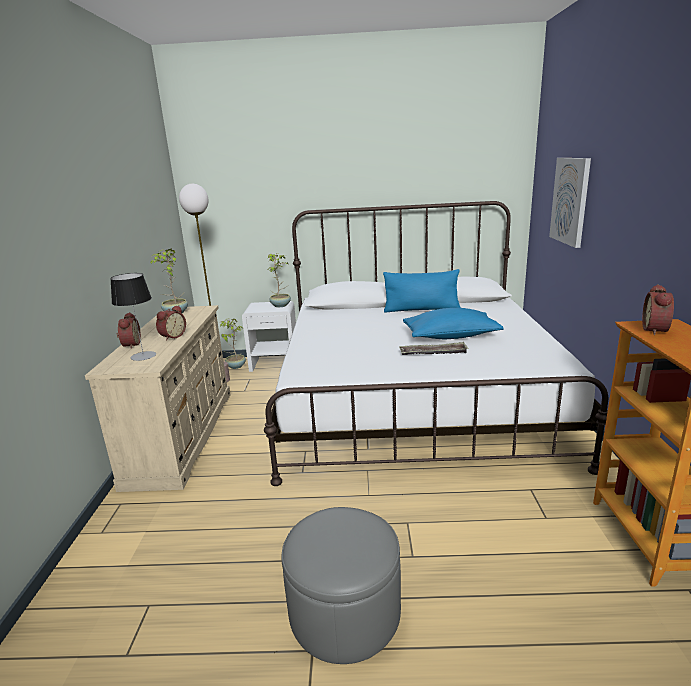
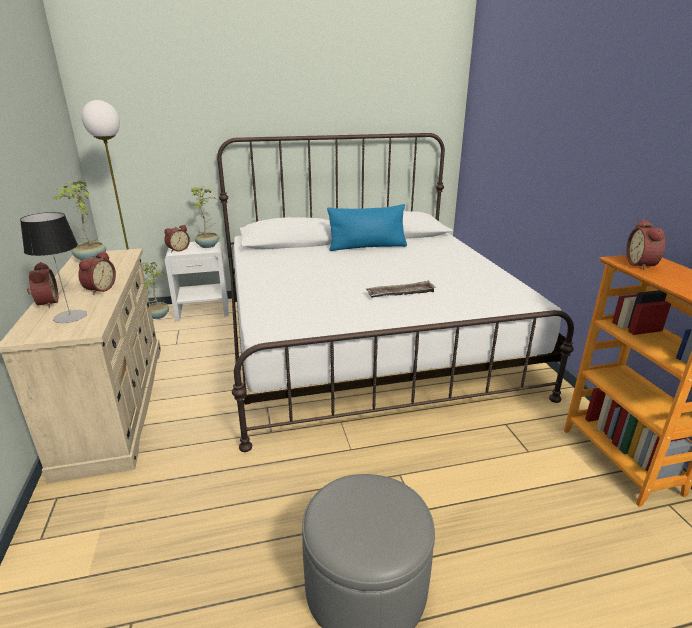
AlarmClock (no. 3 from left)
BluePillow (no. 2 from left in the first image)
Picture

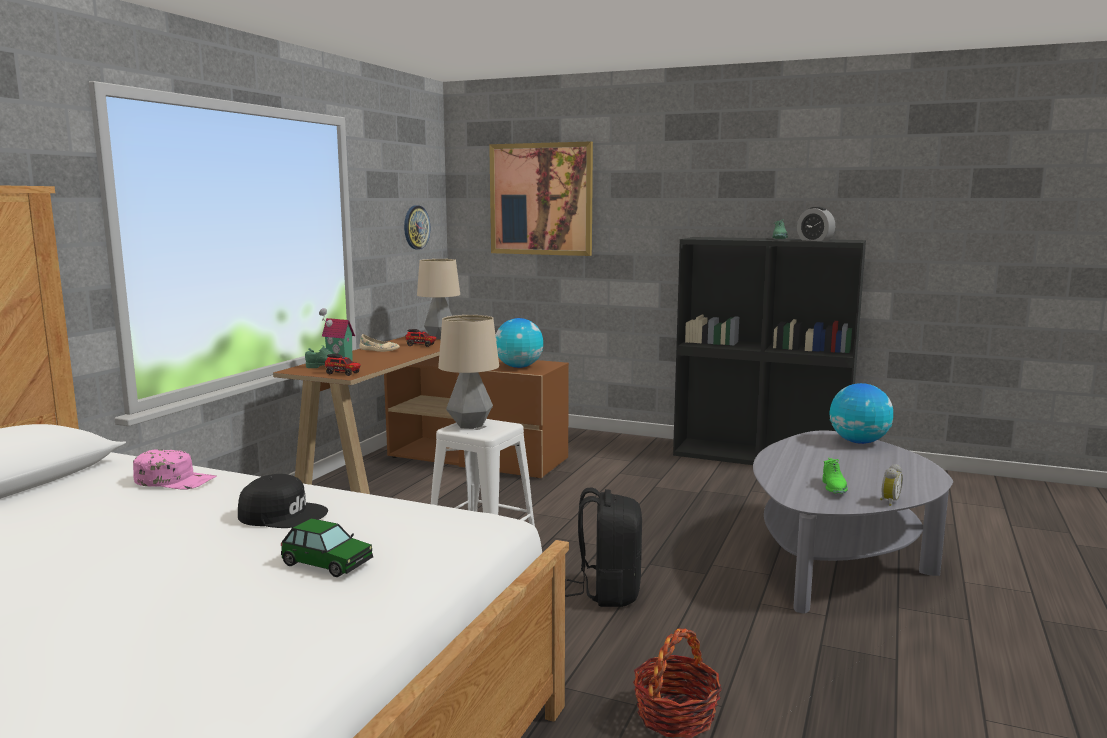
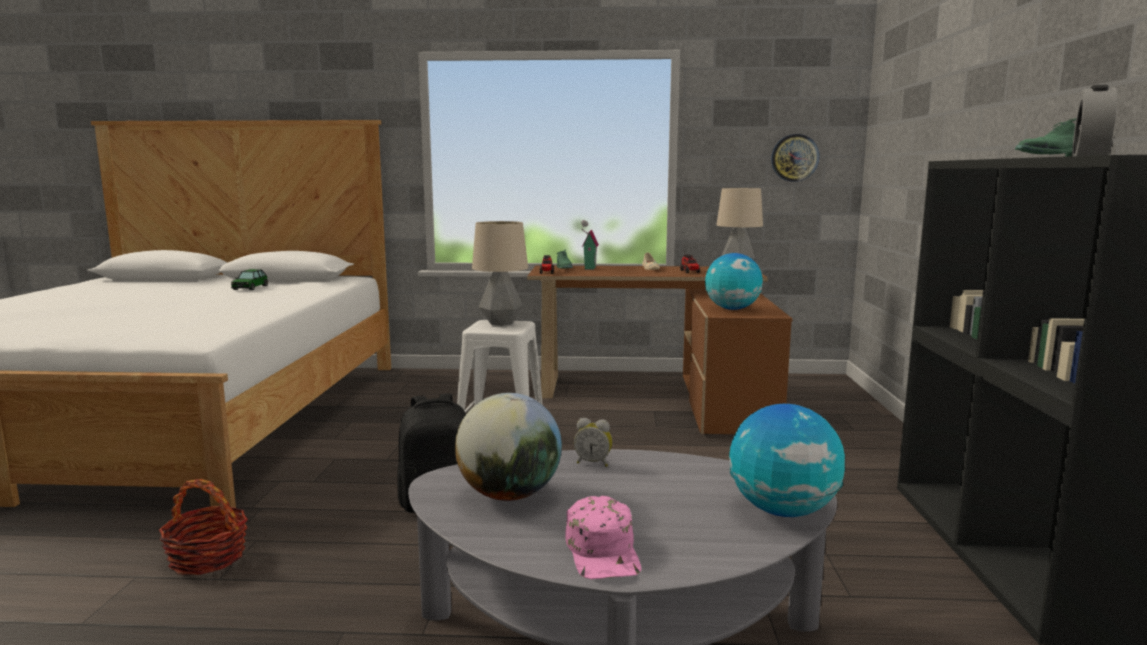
ToyCar
Globe (no. 1 from left)
PinkCap
AlarmClock (no. 1 from left)
BlackCap
Picture

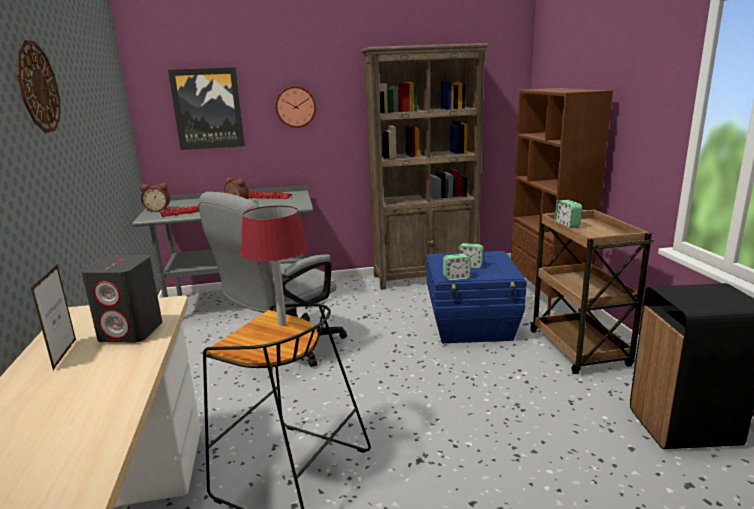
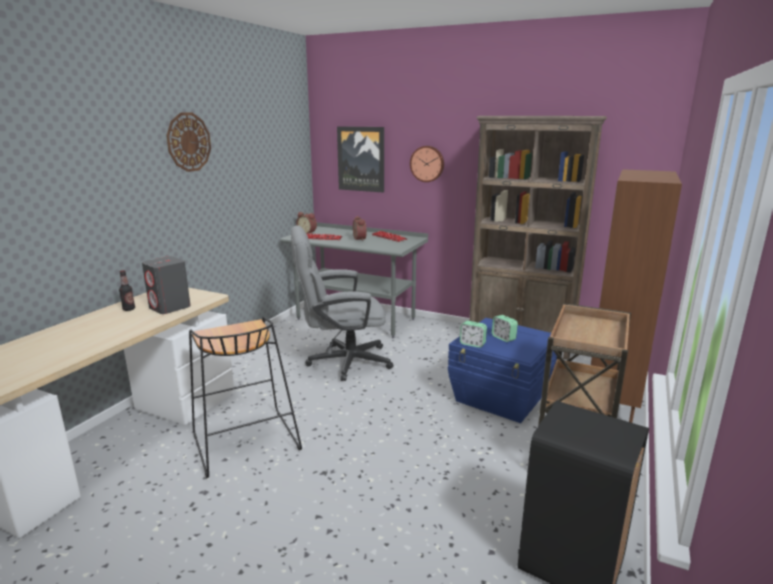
Bottle
RedTableLamp
AlarmClock (no. 5 from left in the first image)

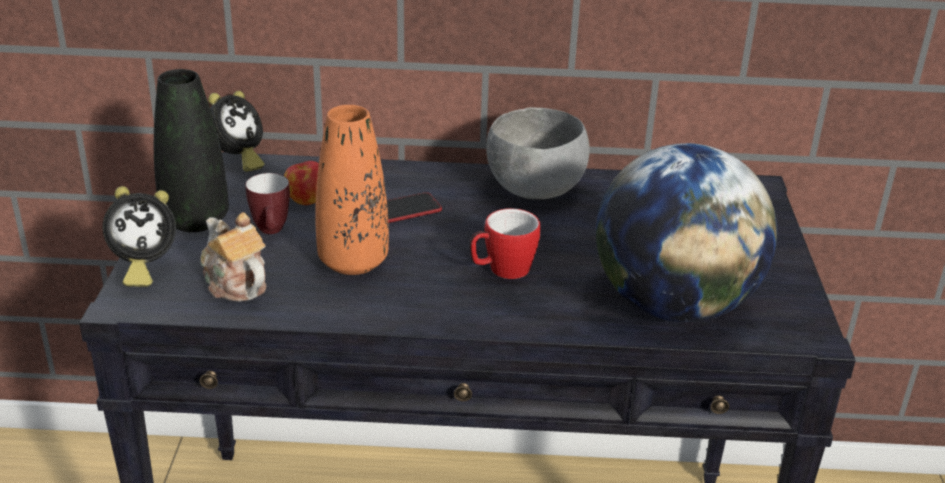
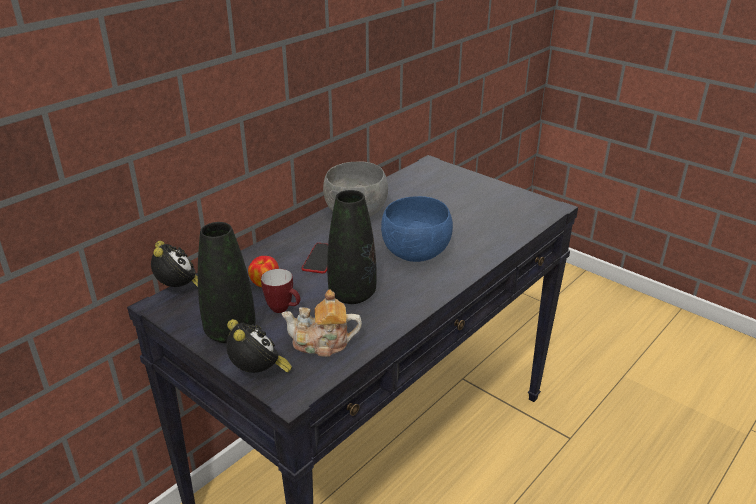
AlarmClock (no. 2 from left)
BlackVase (no. 2 from left)
BlueBowl
Globe

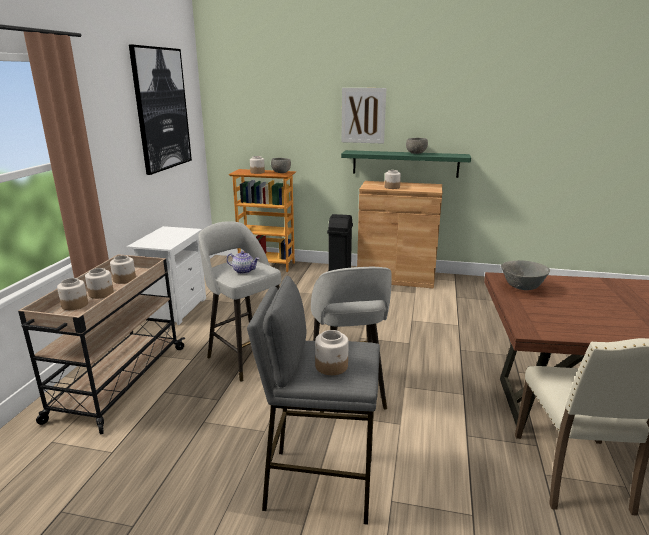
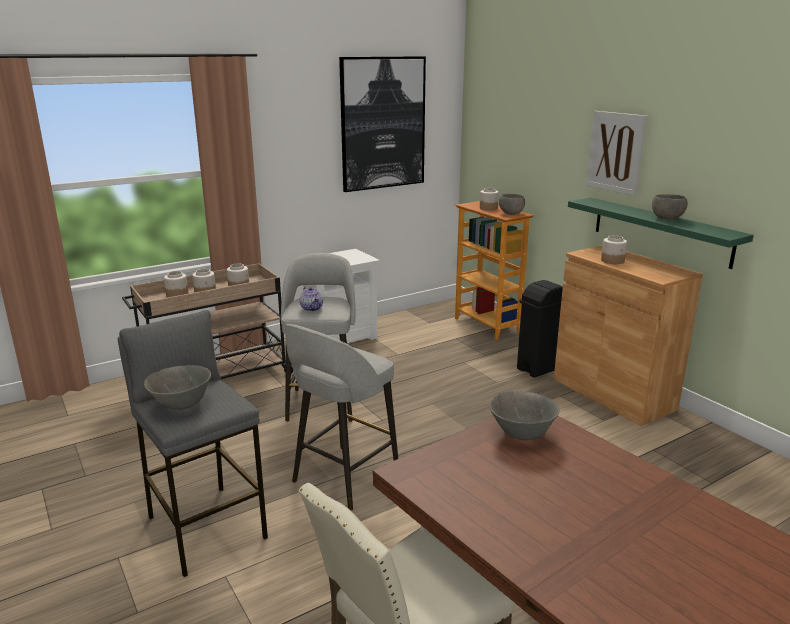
GreyBowl (no. 1 from left)

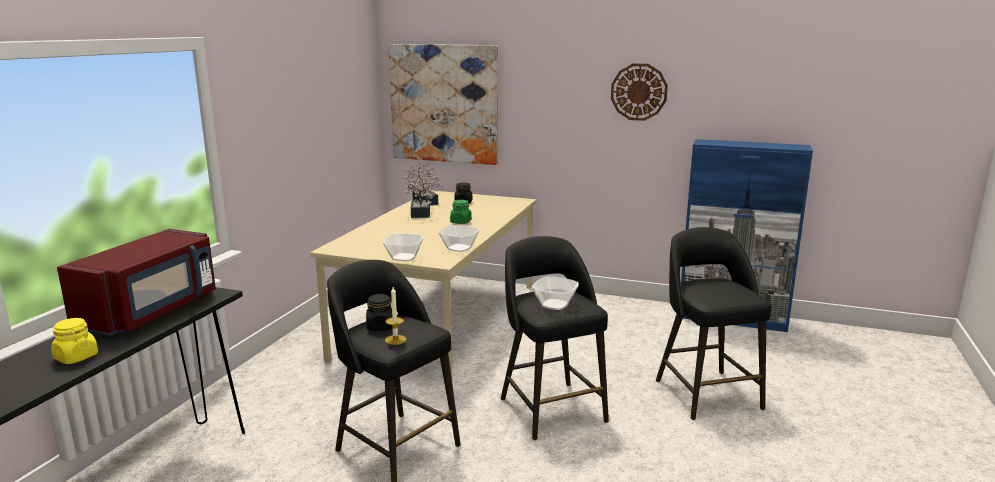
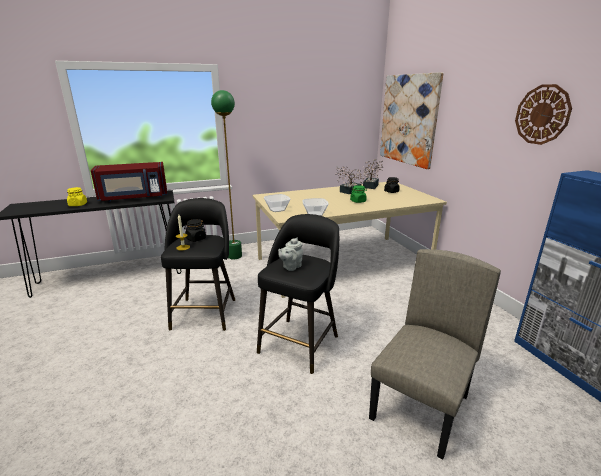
GreenFloorLamp
GreyTeapot
BeigeChair

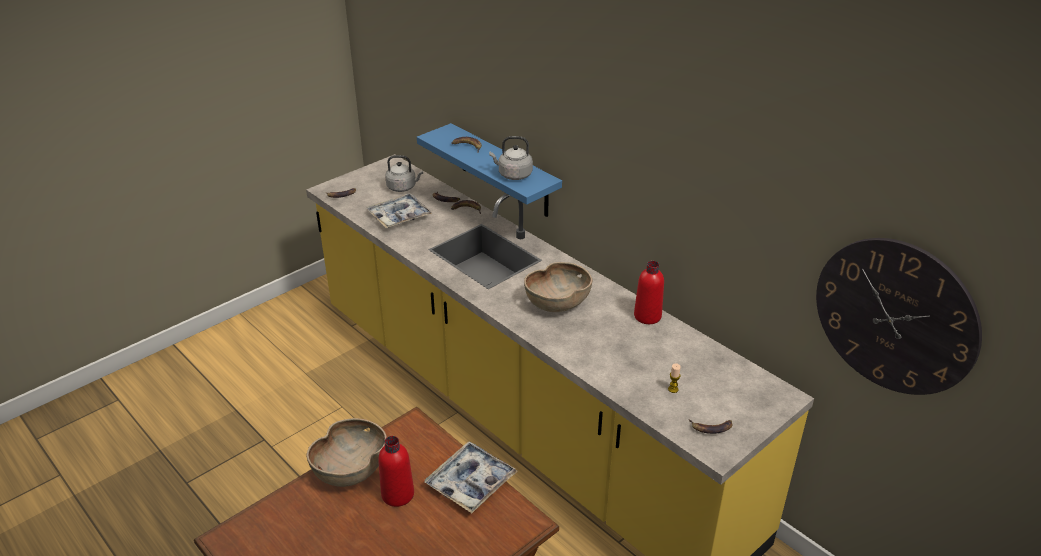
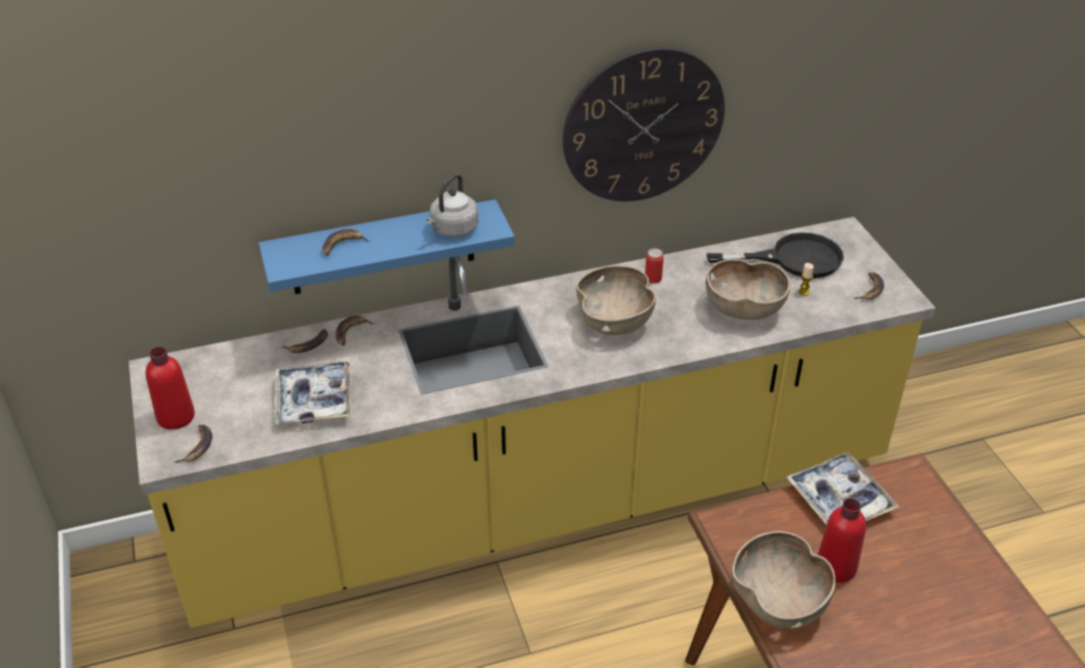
RedBottle (no. 1 from left)
WallClock
Can
BlackFryingPan
BrownBowl (no. 2 from left)
GreyKettle (no. 1 from left in the first image)

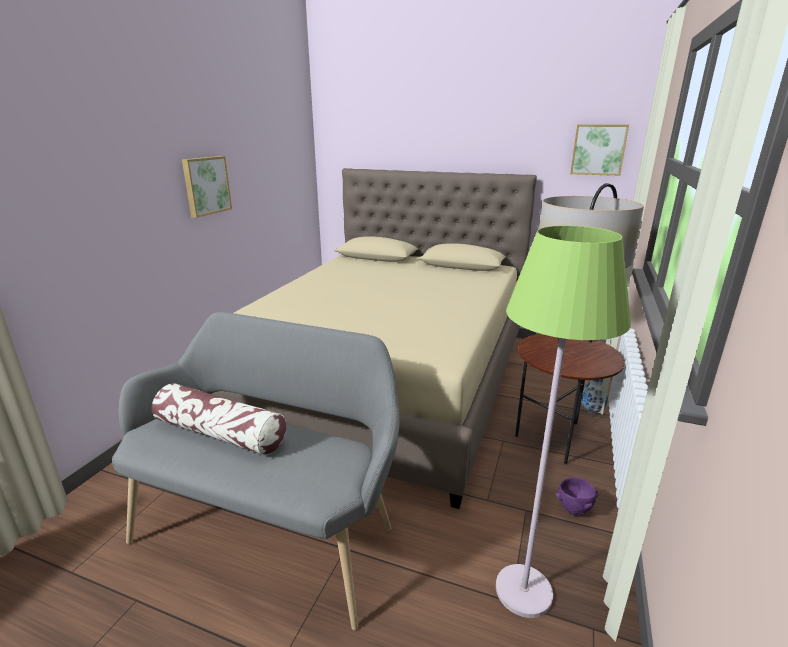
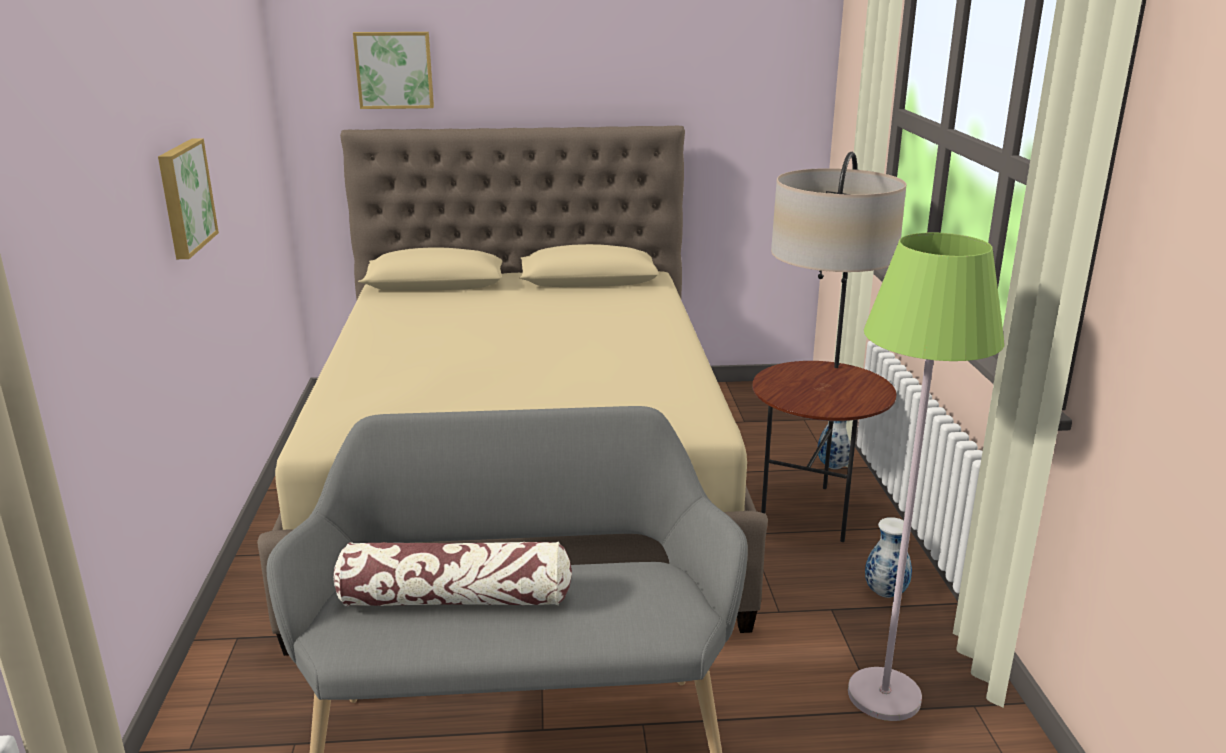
Picture (no. 2 from left)
Vase (no. 2 from left)

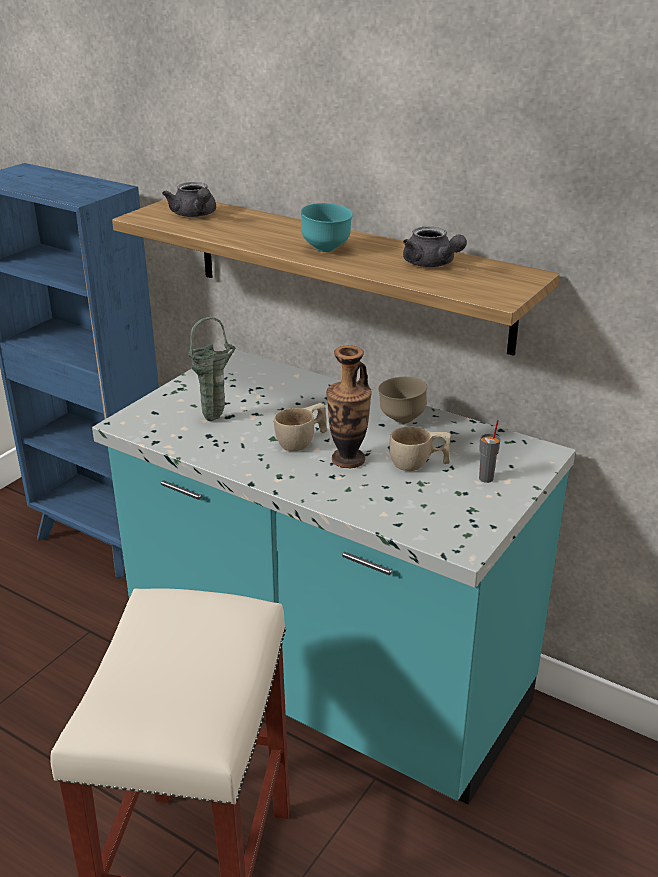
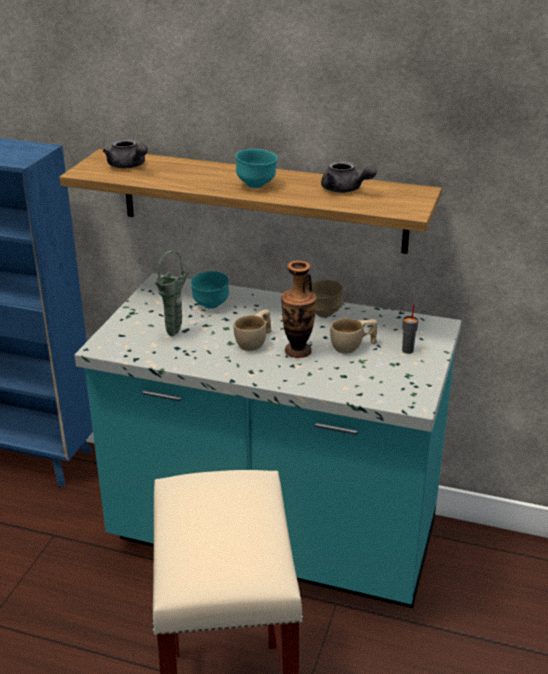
TurquoiseBowl (no. 1 from left)

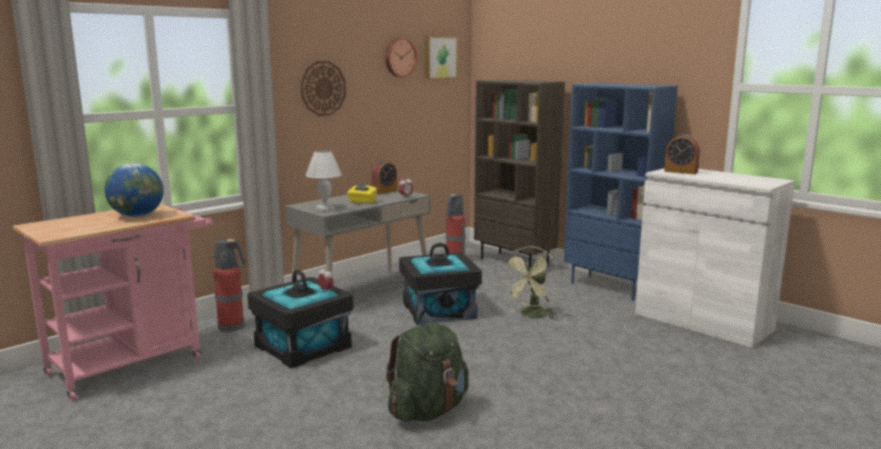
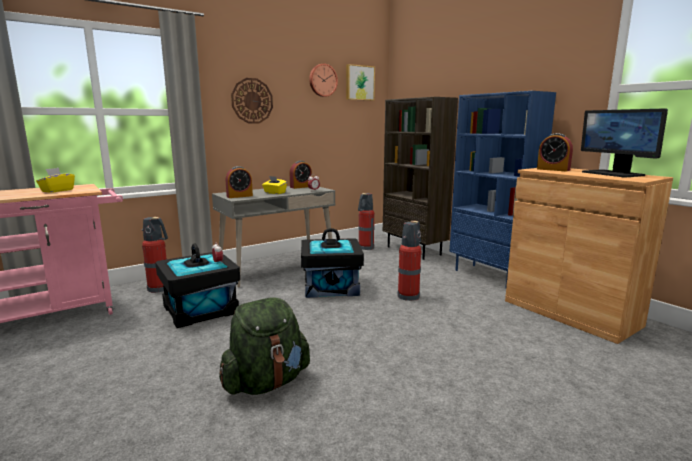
YellowTissueBox (no. 1 from left)
AlarmClock (no. 2 from left)
FireExtinguisher (no. 3 from left)
BrownCabinet
Monitor

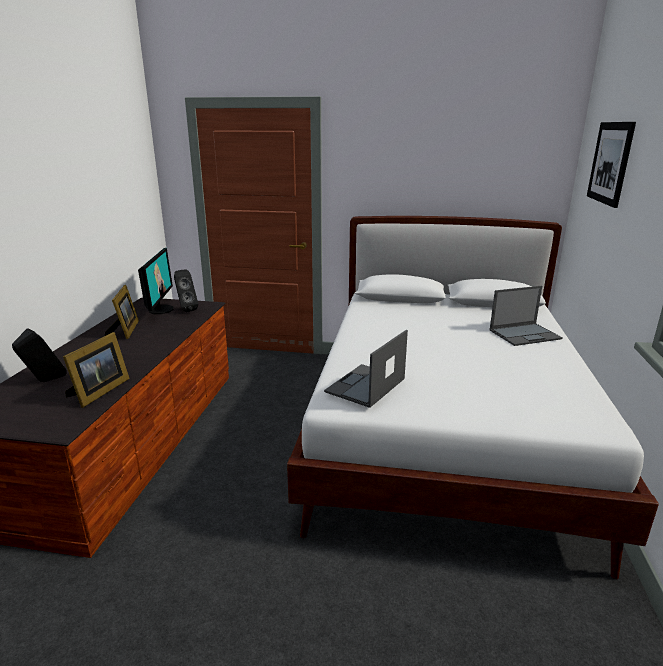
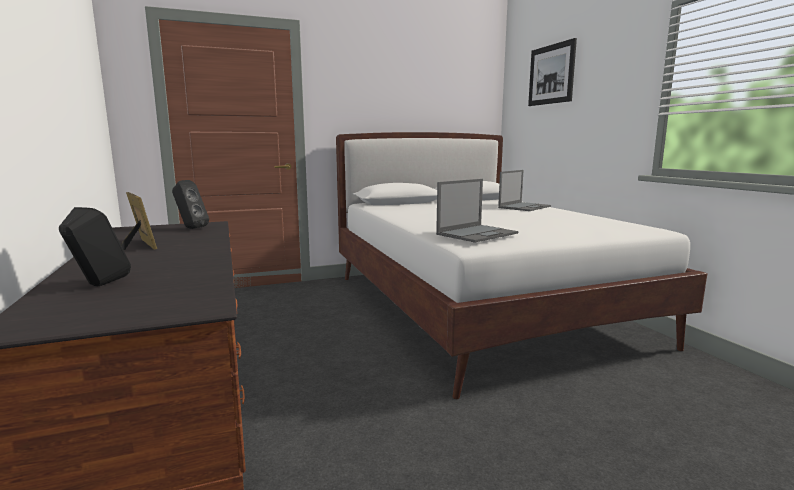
Laptop (no. 1 from left)
PictureFrame (no. 1 from left in the first image)
Monitor

